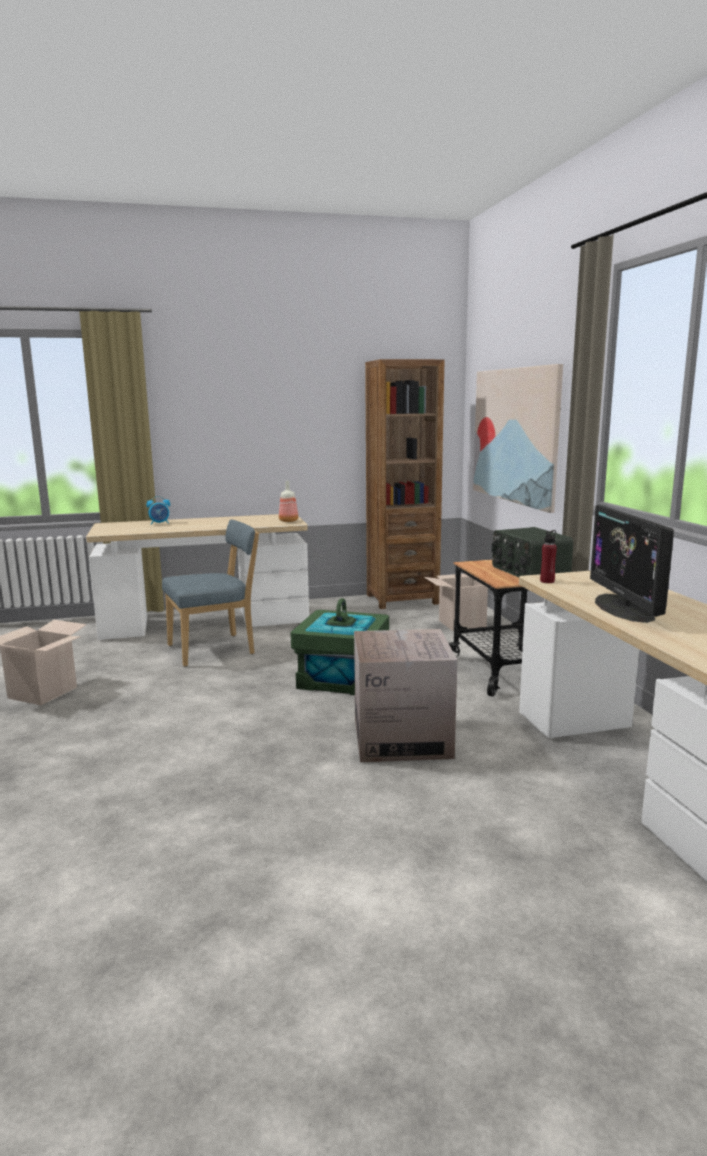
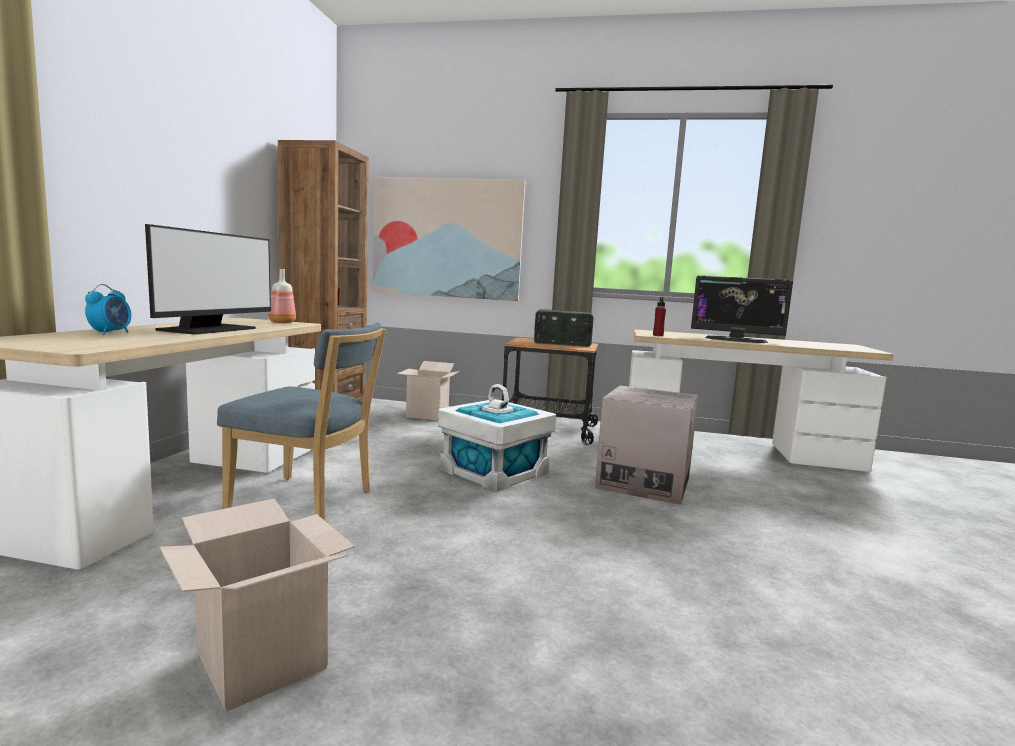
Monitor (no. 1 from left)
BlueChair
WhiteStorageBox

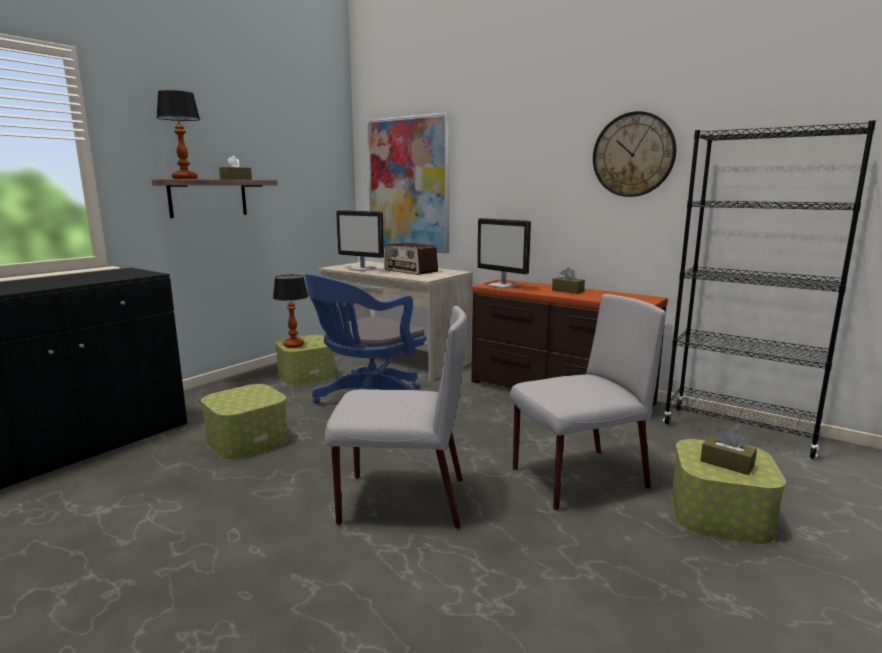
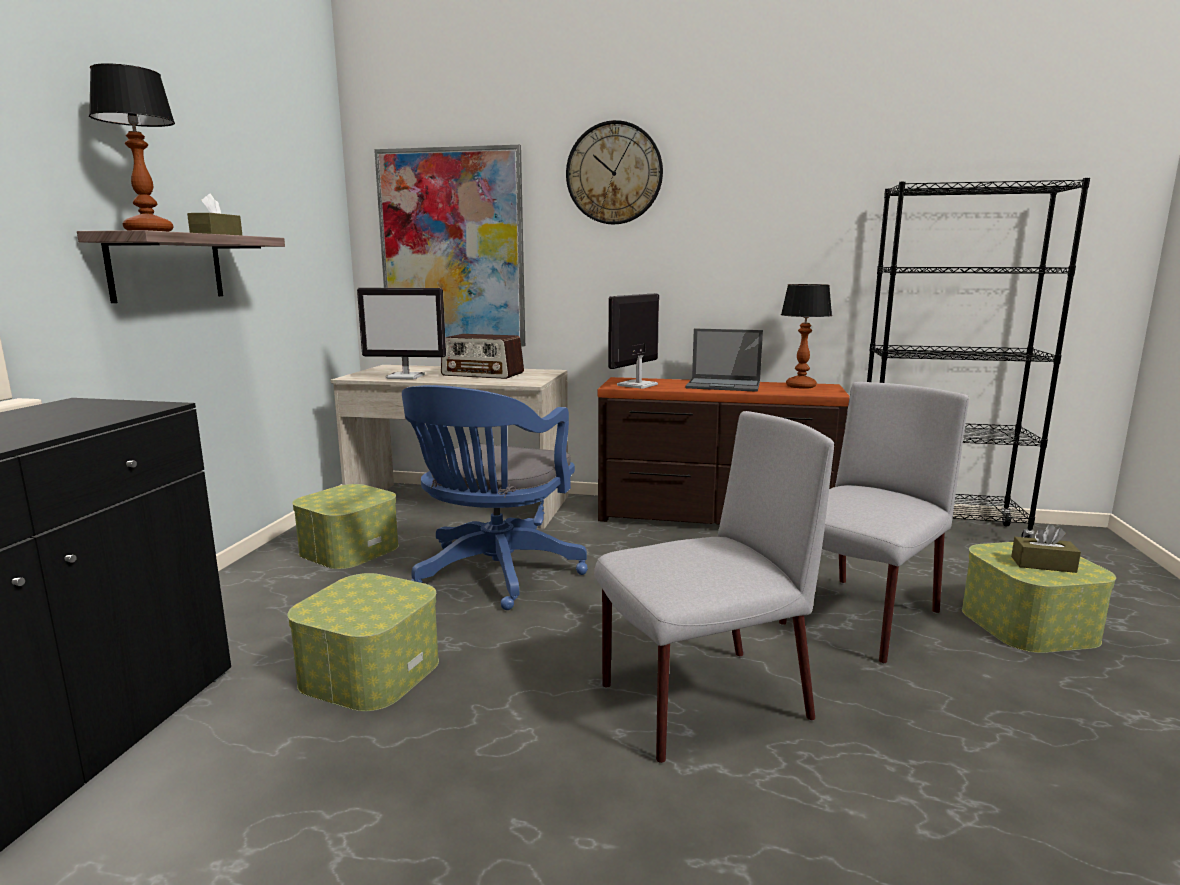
WallClock
Monitor (no. 2 from left)
Laptop
TableLamp (no. 2 from left)

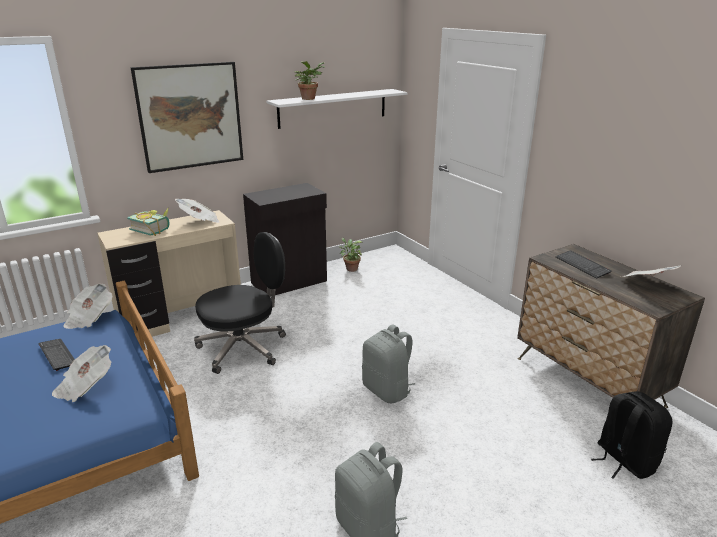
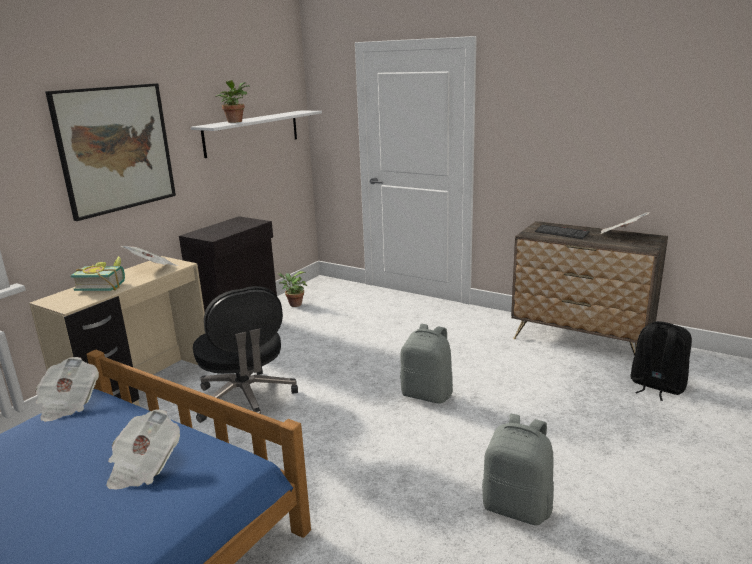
BlackOfficeChair
Keyboard (no. 1 from left in the first image)

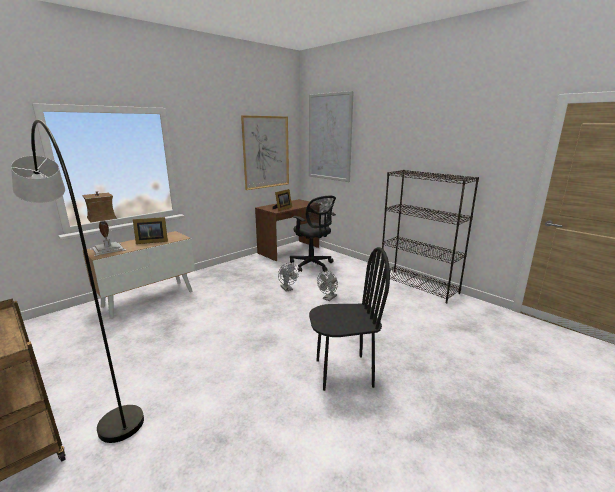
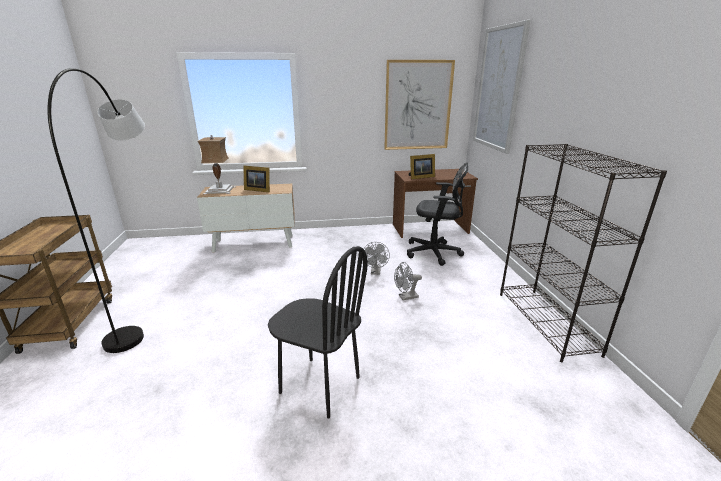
BlackOfficeChair

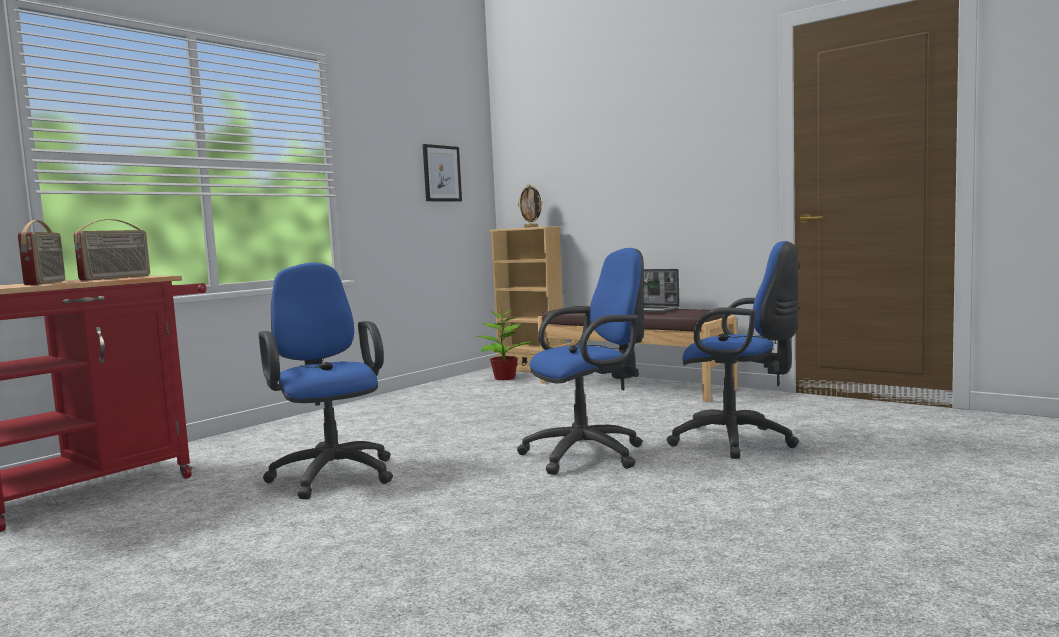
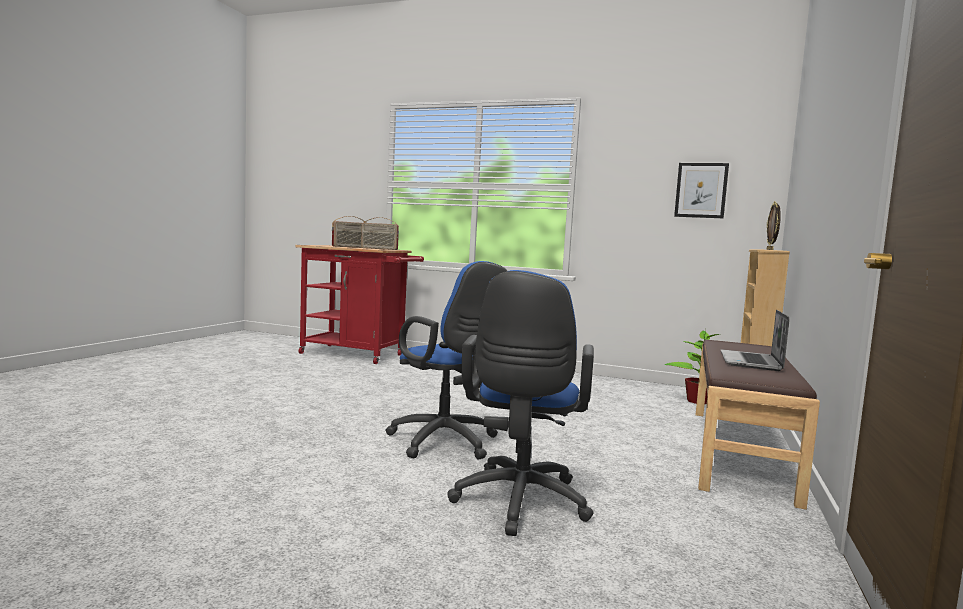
BlueOfficeChair (no. 1 from left in the first image)

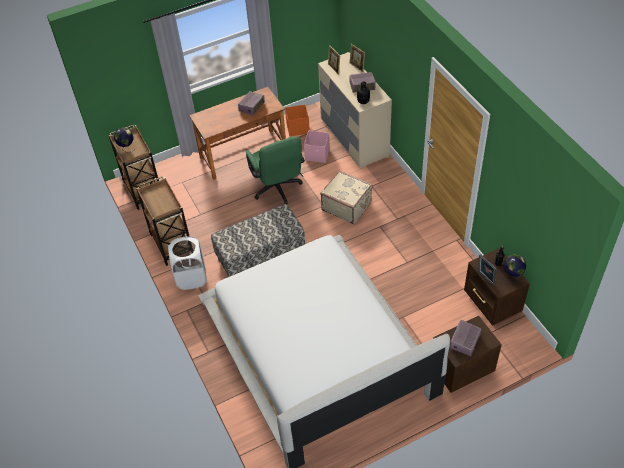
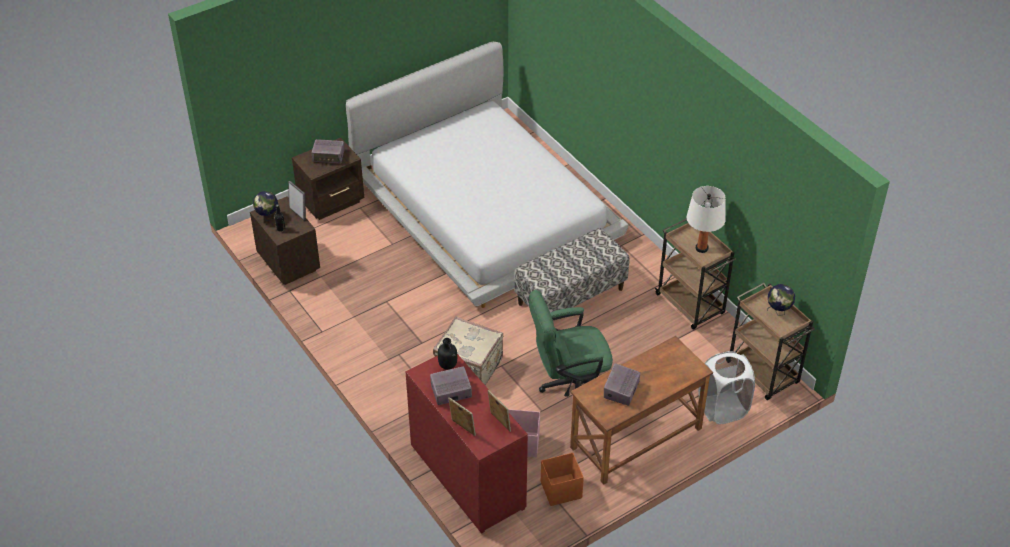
Radio (no. 1 from left)
RedDresser
GreenOfficeChair
WhiteTableLamp
WhiteLaundryBasket

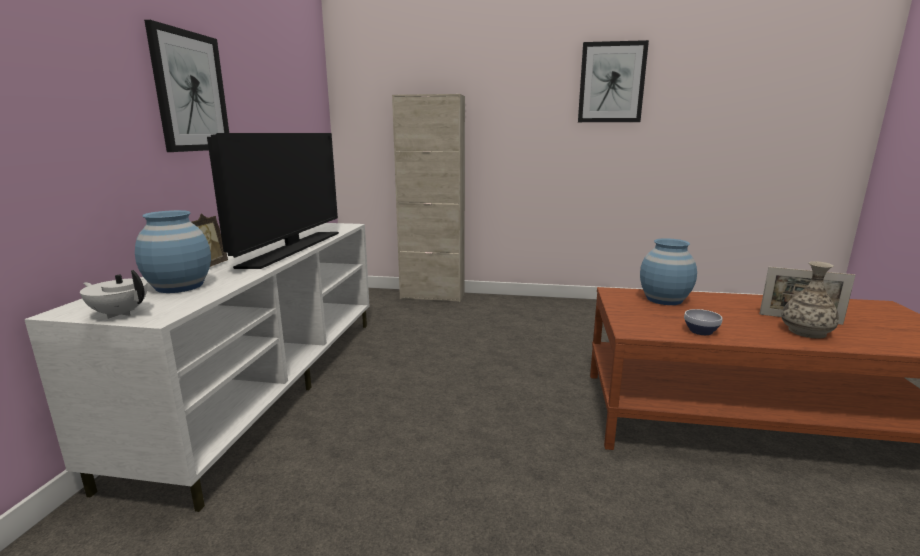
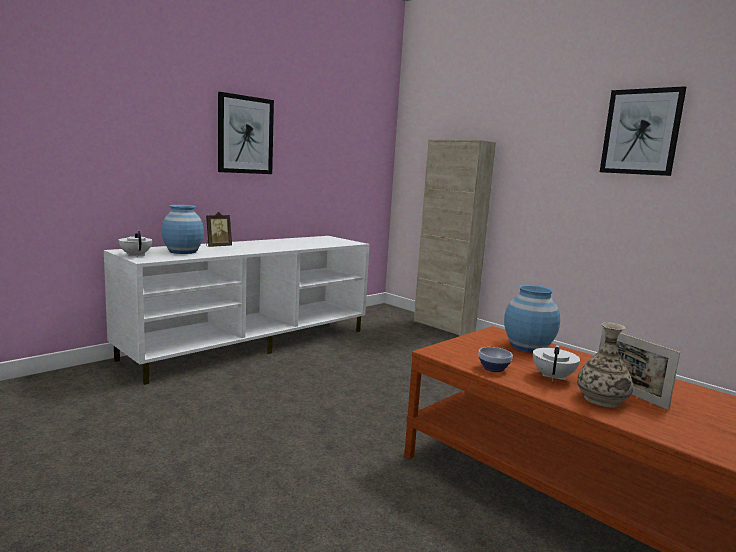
WhiteTeapot (no. 2 from left)
Television

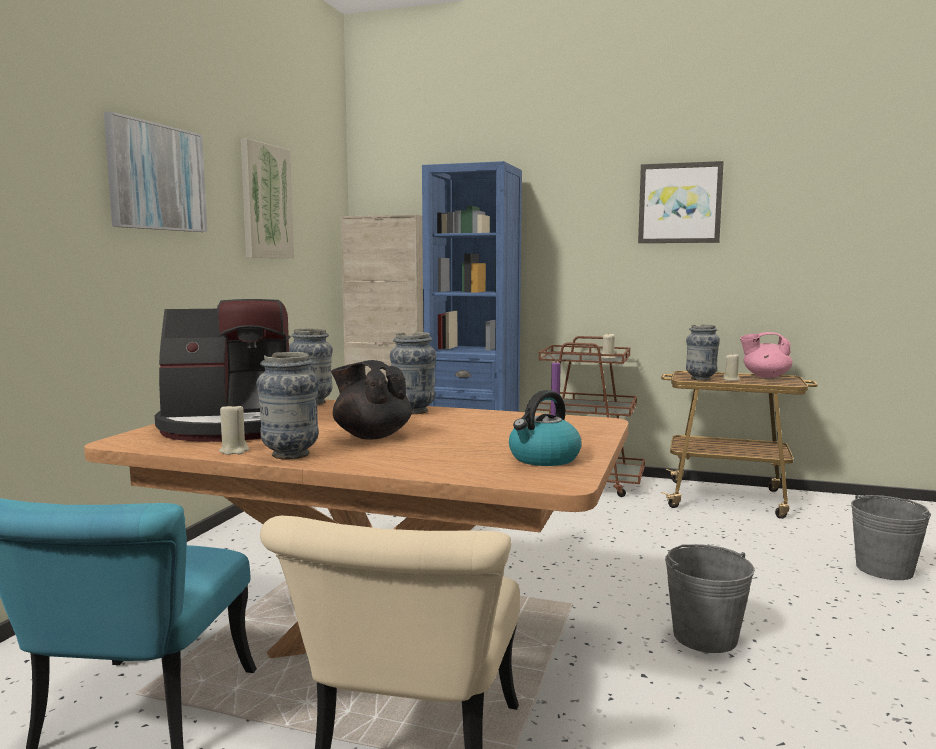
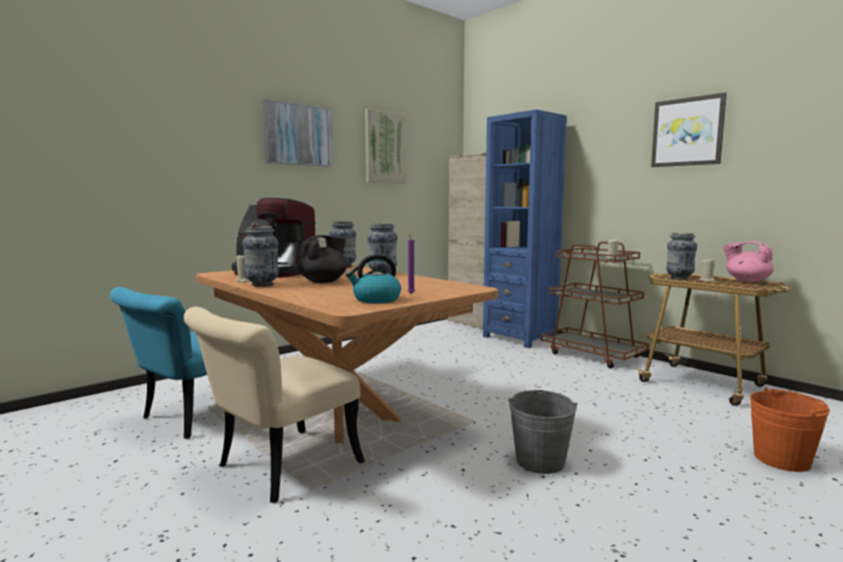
BlackTeapot
OrangeBucket

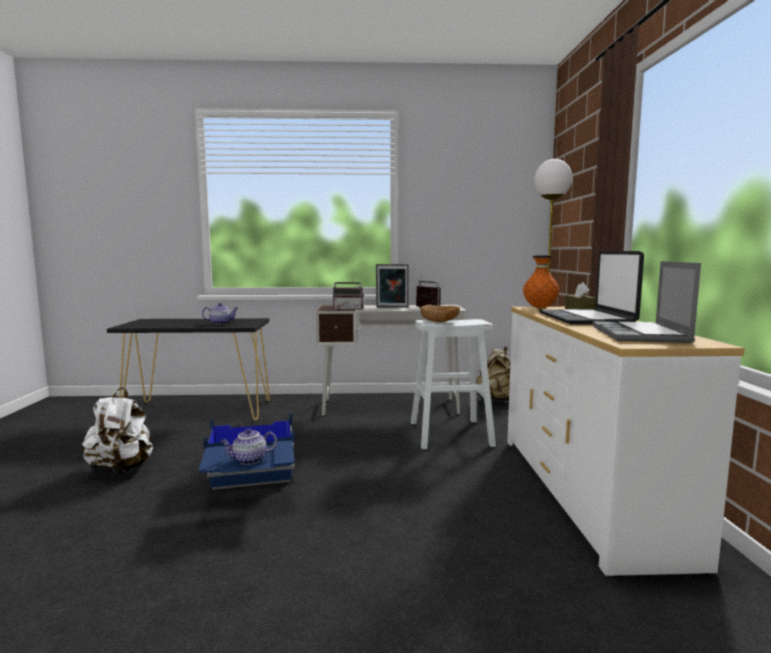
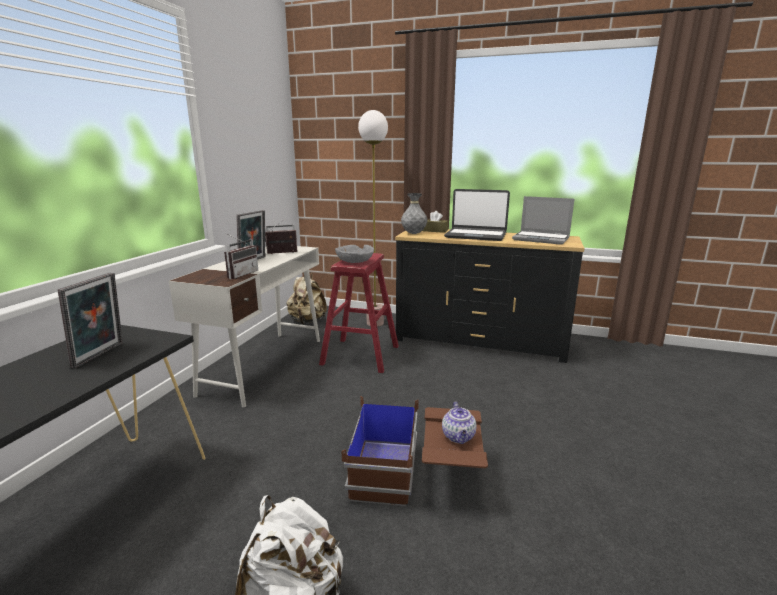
PictureFrame (no. 1 from left)
RedStool
GreyBowl
BrownStorageBox
BlackDresser
GreyVase

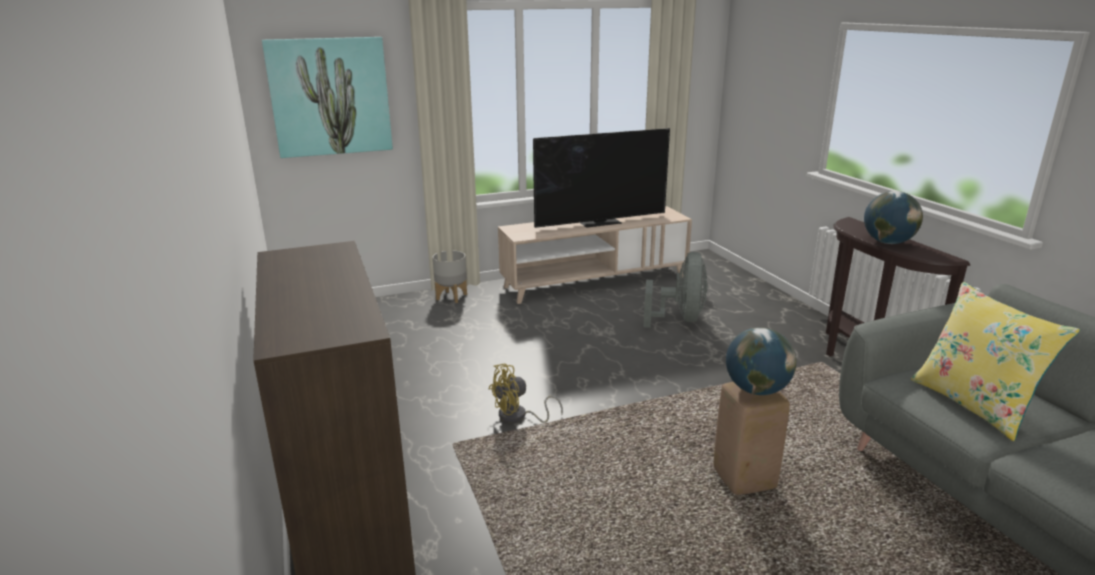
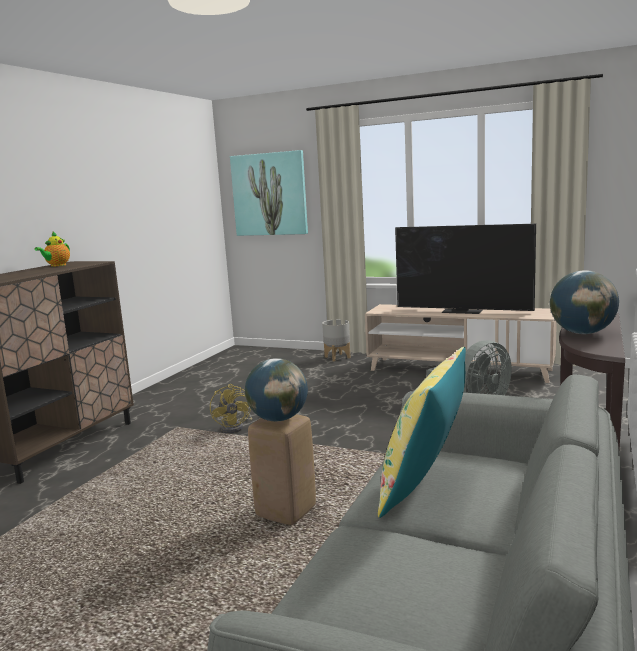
Teapot
YellowFan

